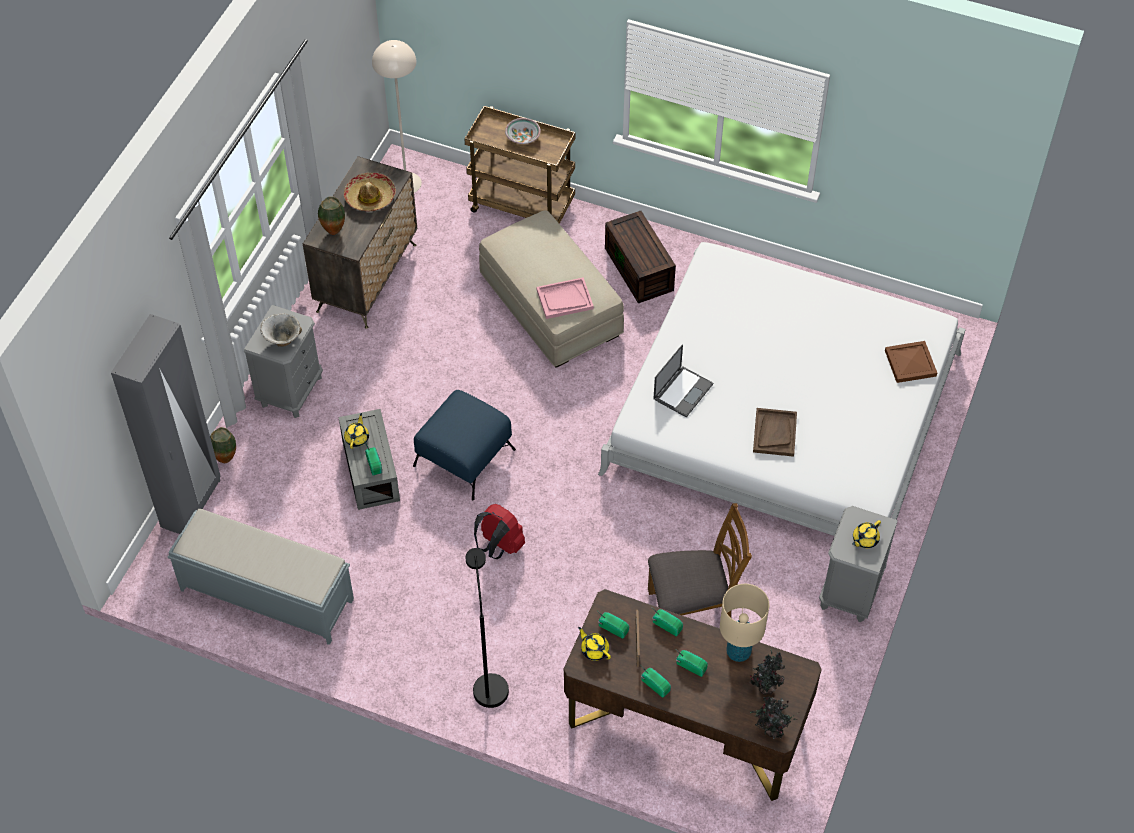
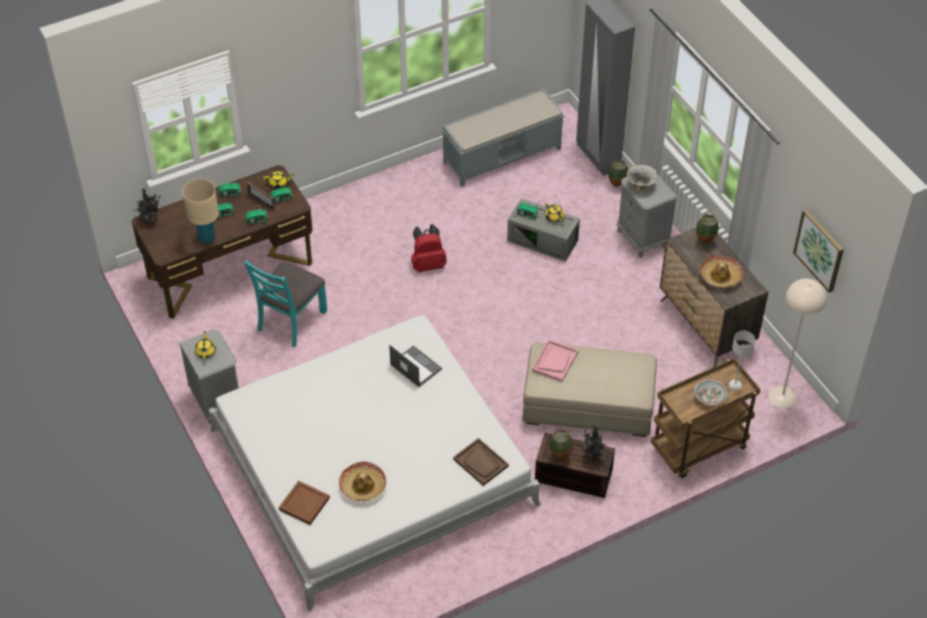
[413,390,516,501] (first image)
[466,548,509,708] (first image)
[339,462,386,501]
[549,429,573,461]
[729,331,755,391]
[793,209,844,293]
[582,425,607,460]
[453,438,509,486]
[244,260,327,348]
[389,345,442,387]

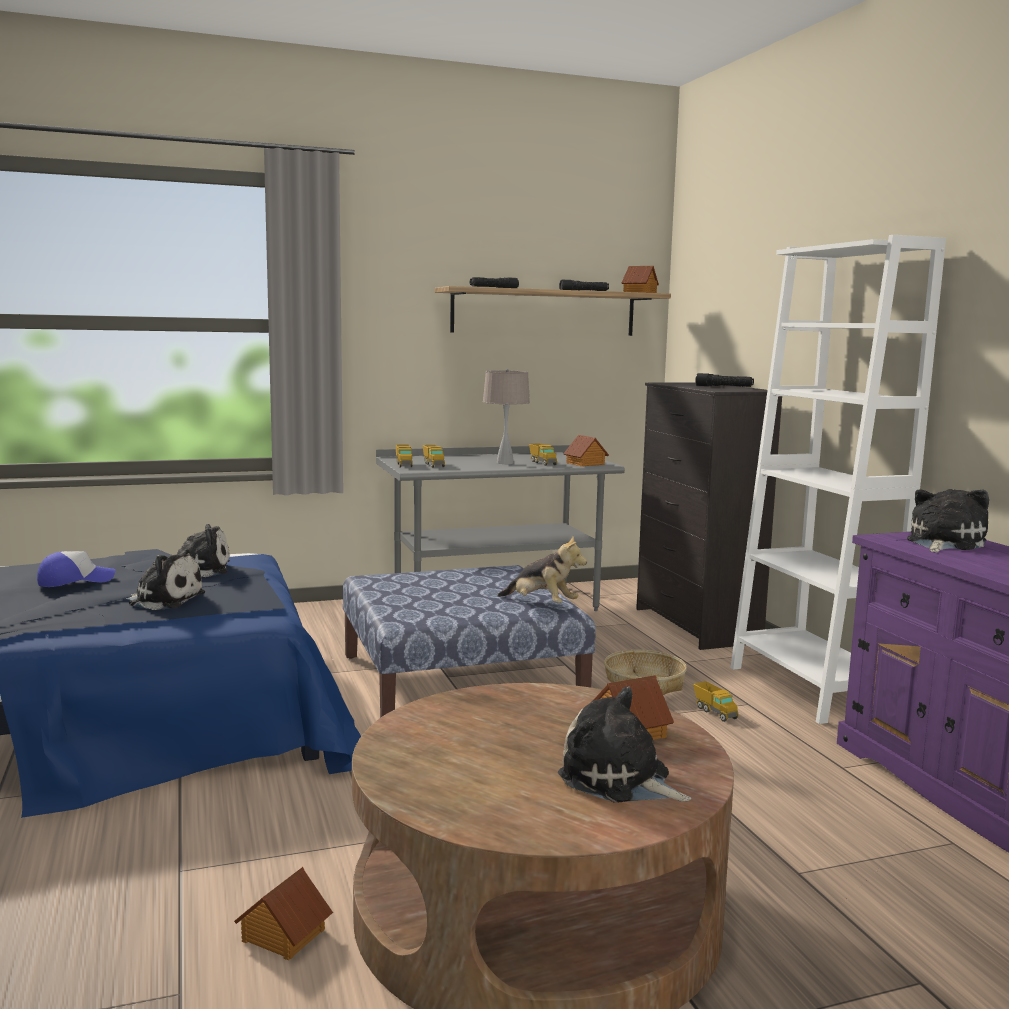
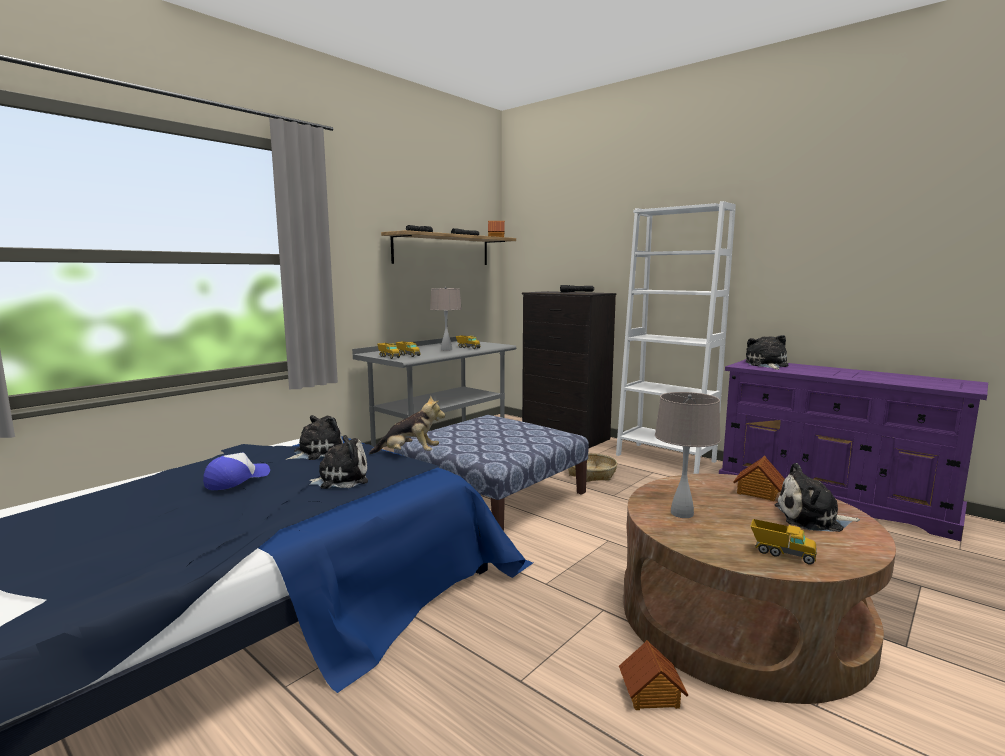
[563,435,609,467] (first image)
[655,392,721,518]
[369,396,445,455]
[751,519,817,565]

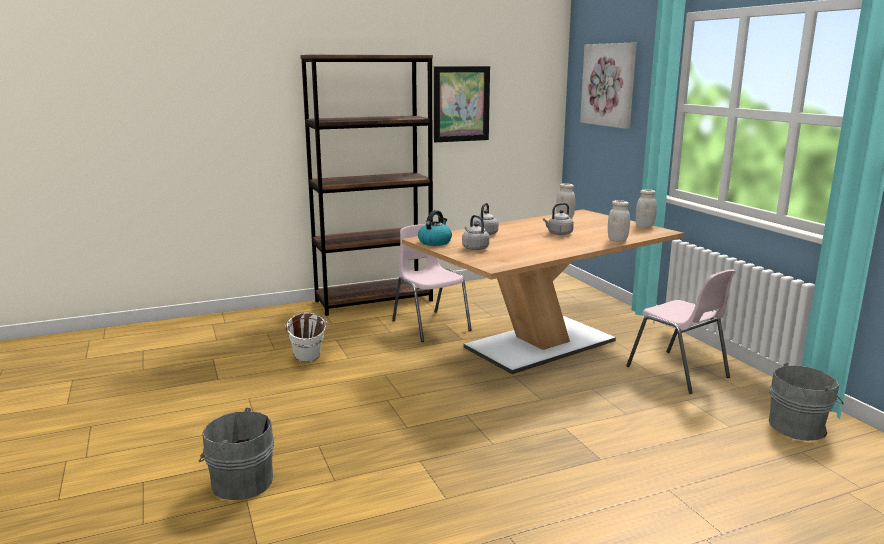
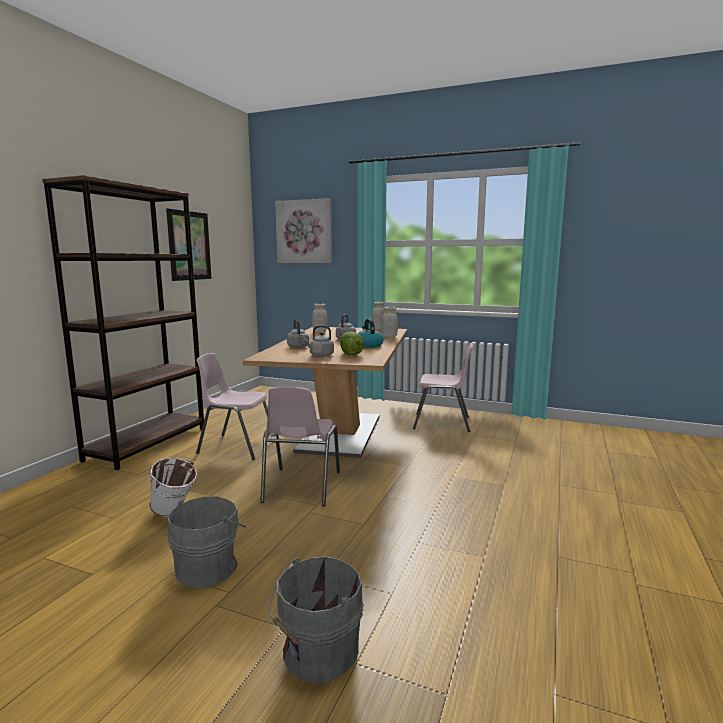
[260,387,340,507]
[340,332,364,355]
[358,319,384,348]
[167,496,246,588]

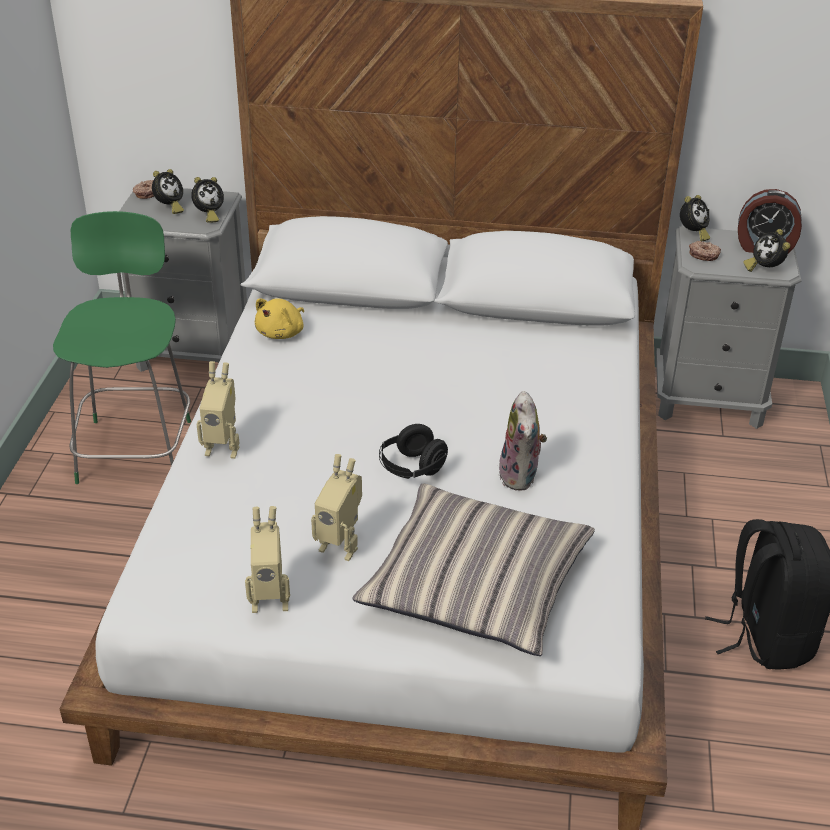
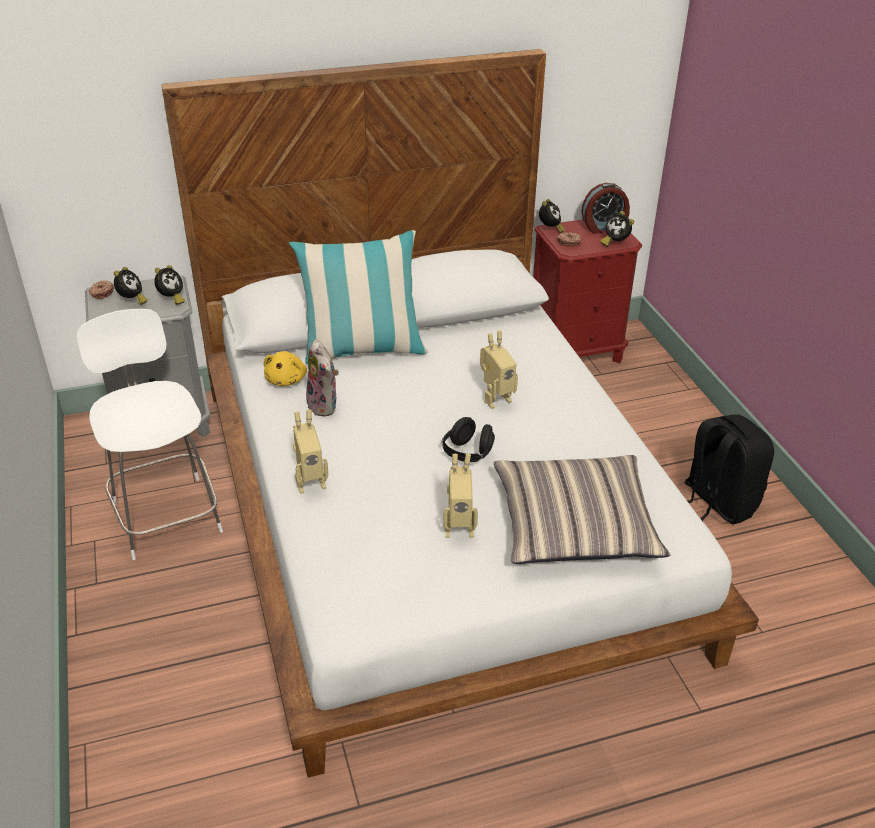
[289,230,428,364]
[480,330,518,409]
[306,340,339,417]
[76,309,223,560]
[533,219,642,363]

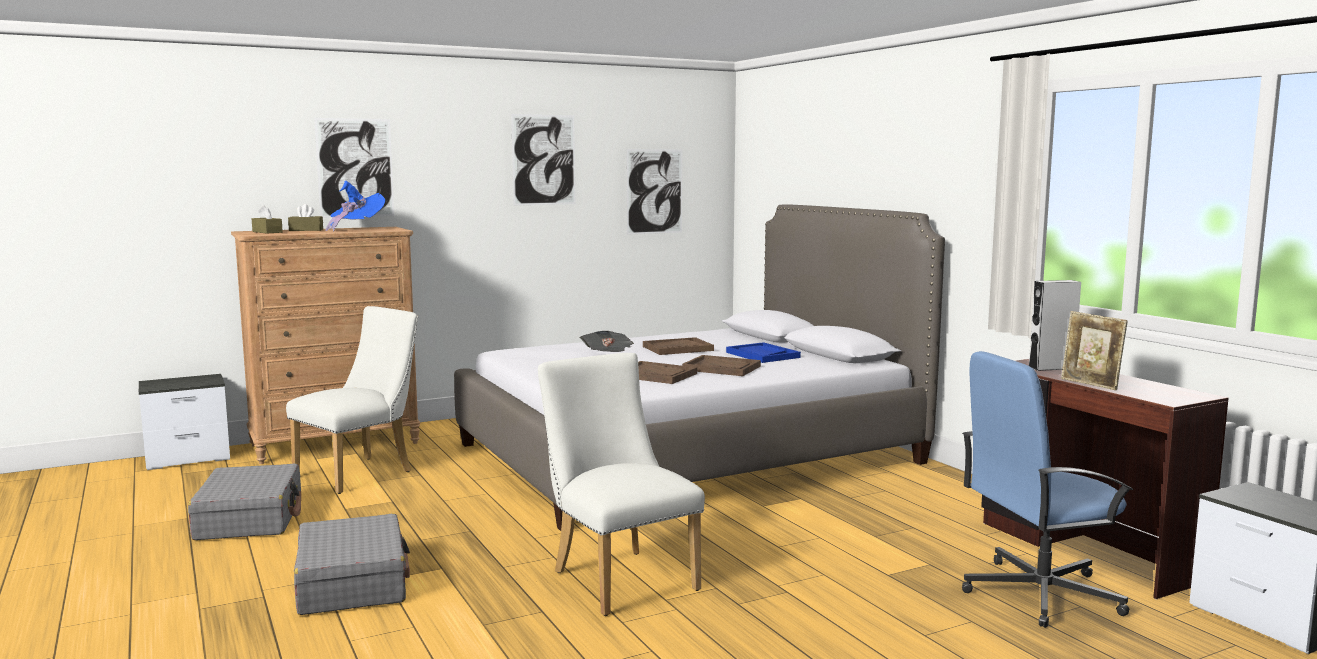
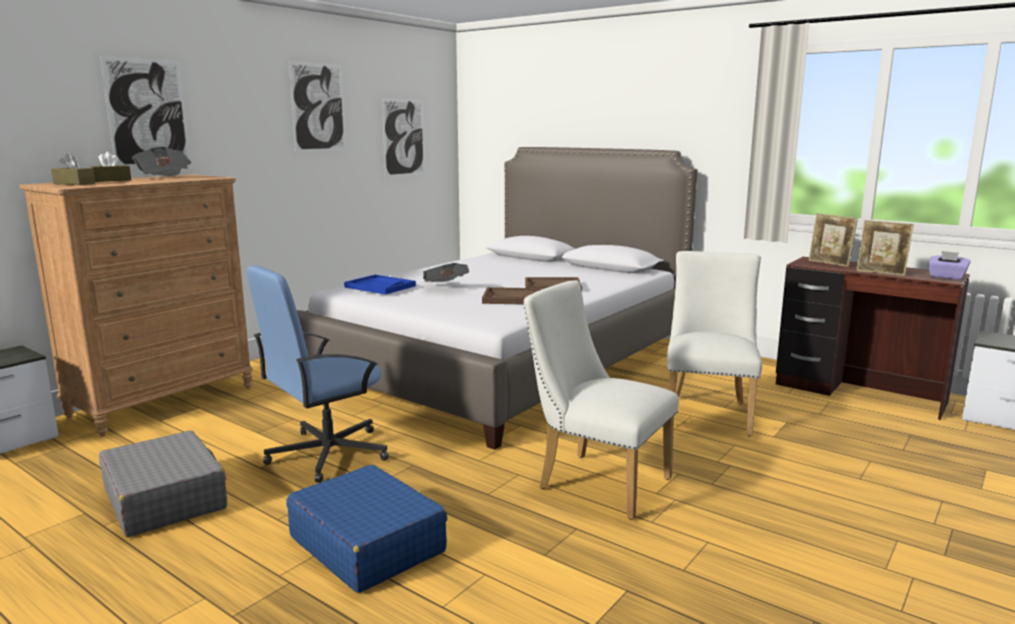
[643,337,714,355] (first image)
[928,251,971,280]
[667,251,762,436]
[344,275,416,295]
[247,265,389,483]
[132,147,191,176]
[809,213,858,267]
[286,465,447,593]

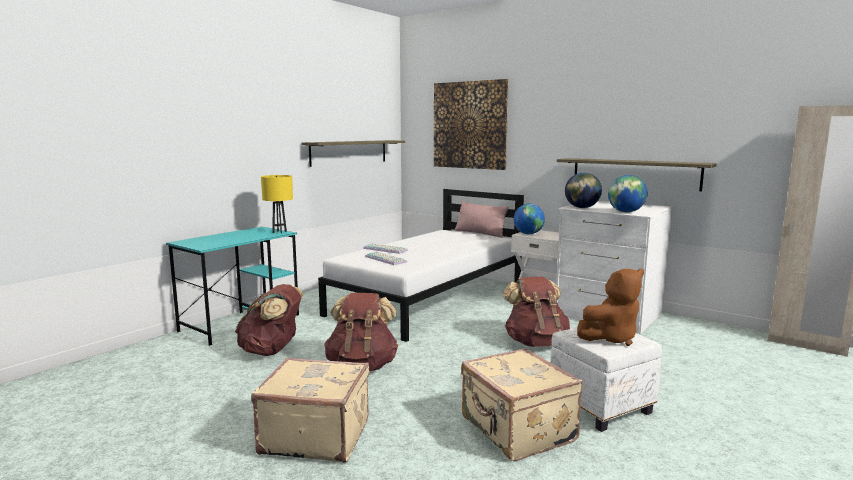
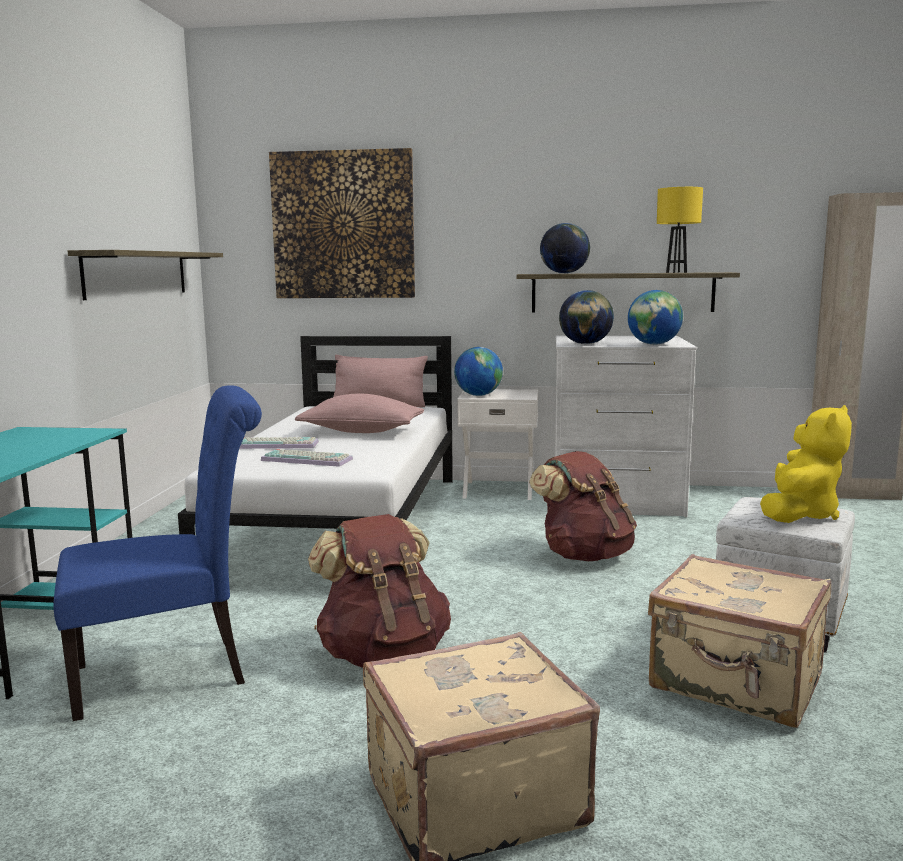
[295,394,424,433]
[540,223,590,274]
[657,187,703,273]
[53,385,262,721]
[760,405,852,523]

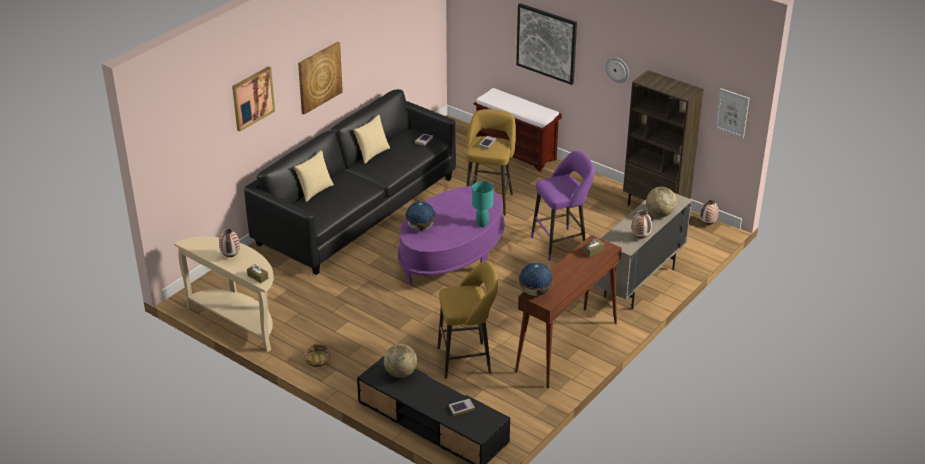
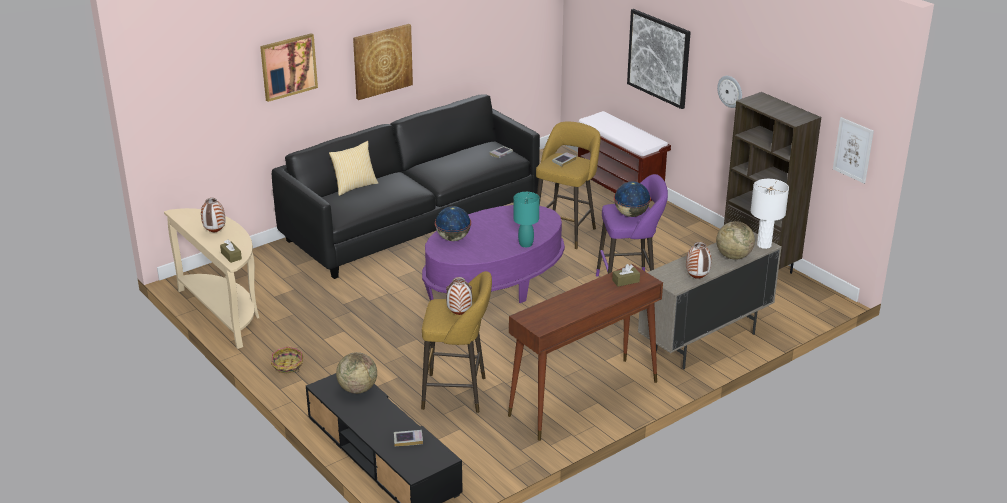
[354,115,390,164] (first image)
[751,179,789,249]
[614,182,651,217]
[446,277,472,315]

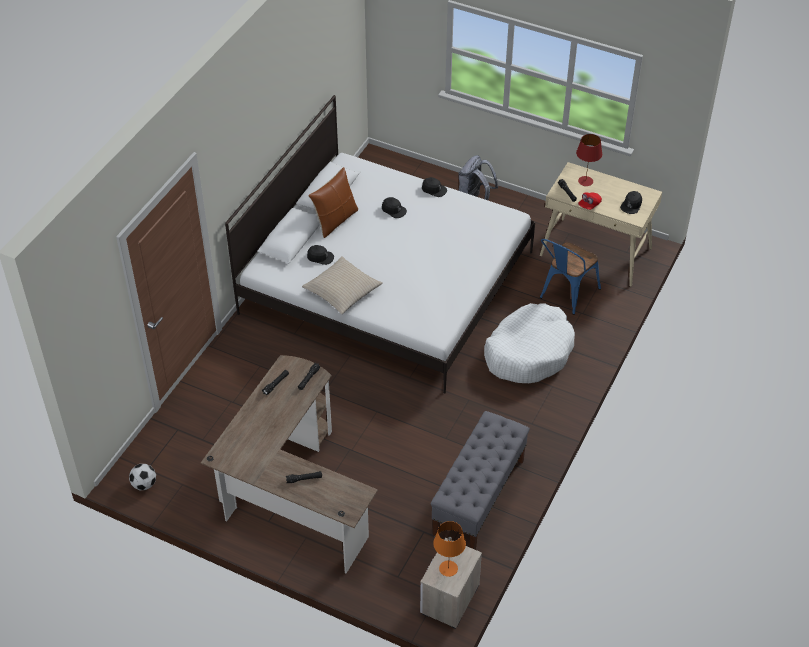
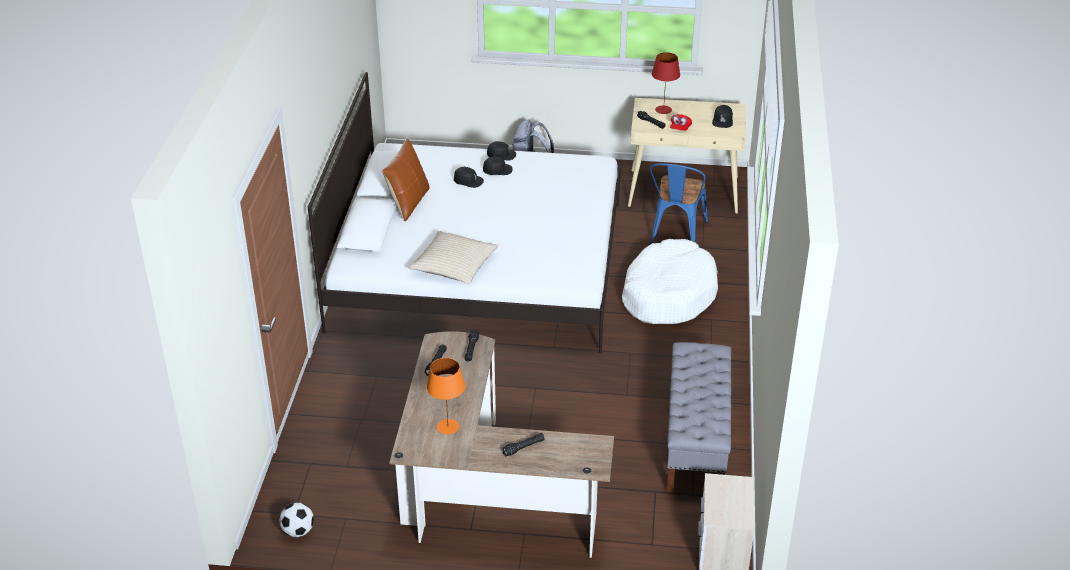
[483,157,513,175]
[426,358,465,435]

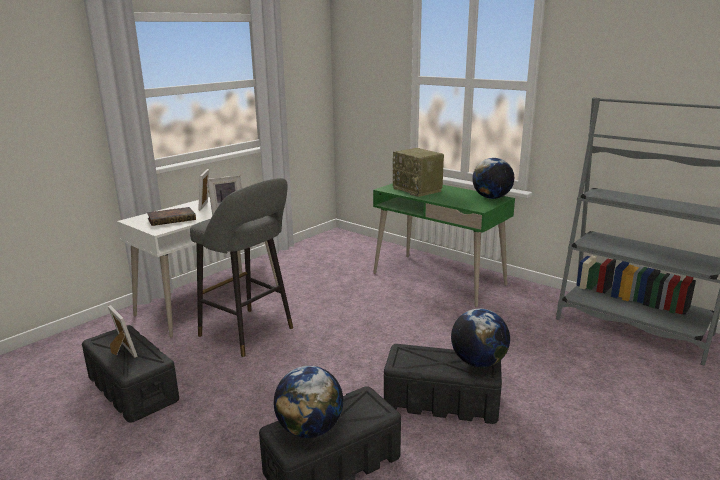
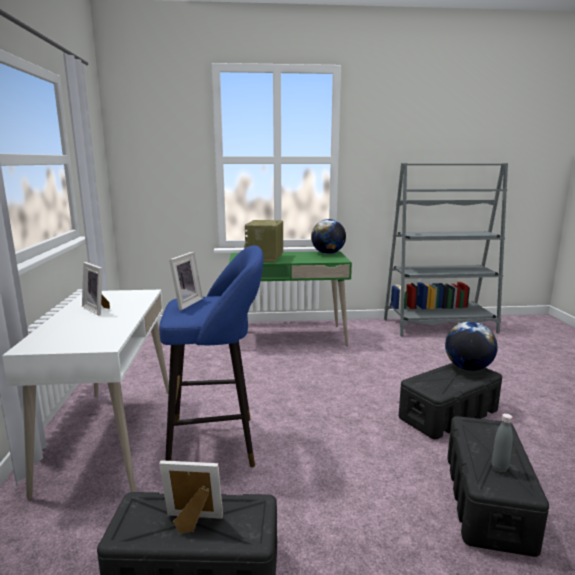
[147,207,196,226] (first image)
[492,413,513,472]
[159,245,264,467]
[244,220,283,262]

